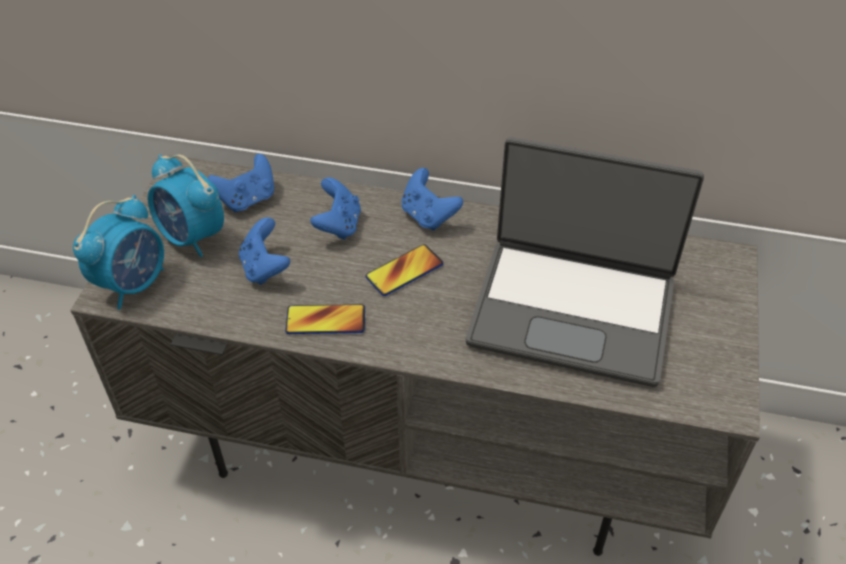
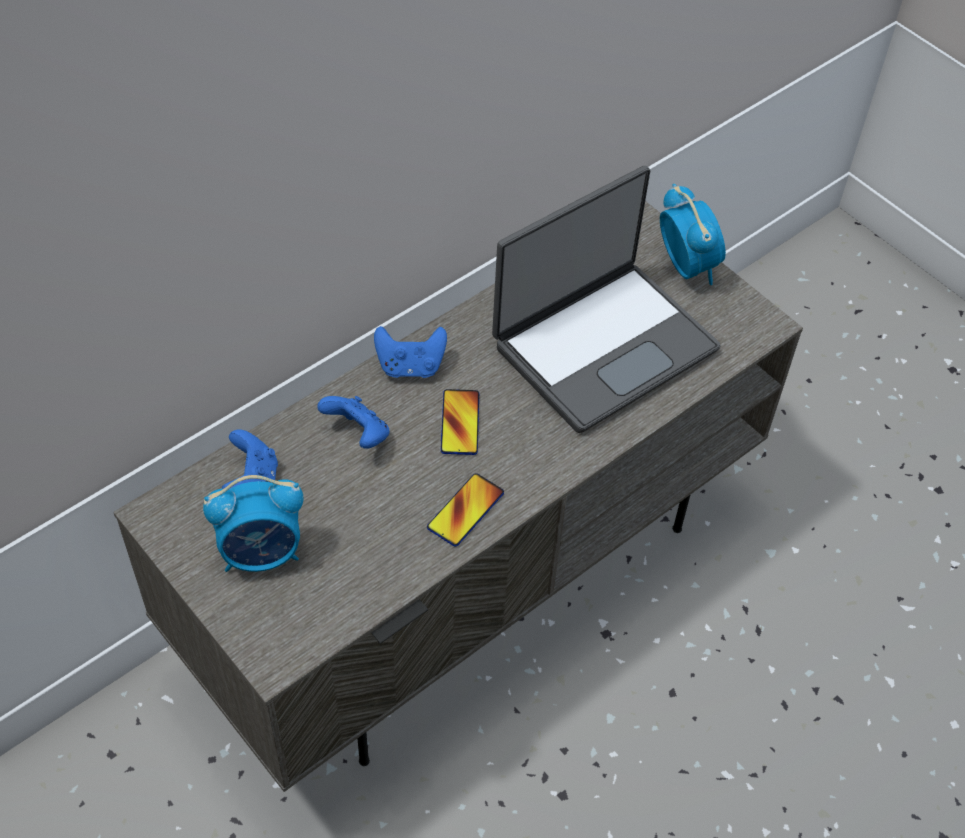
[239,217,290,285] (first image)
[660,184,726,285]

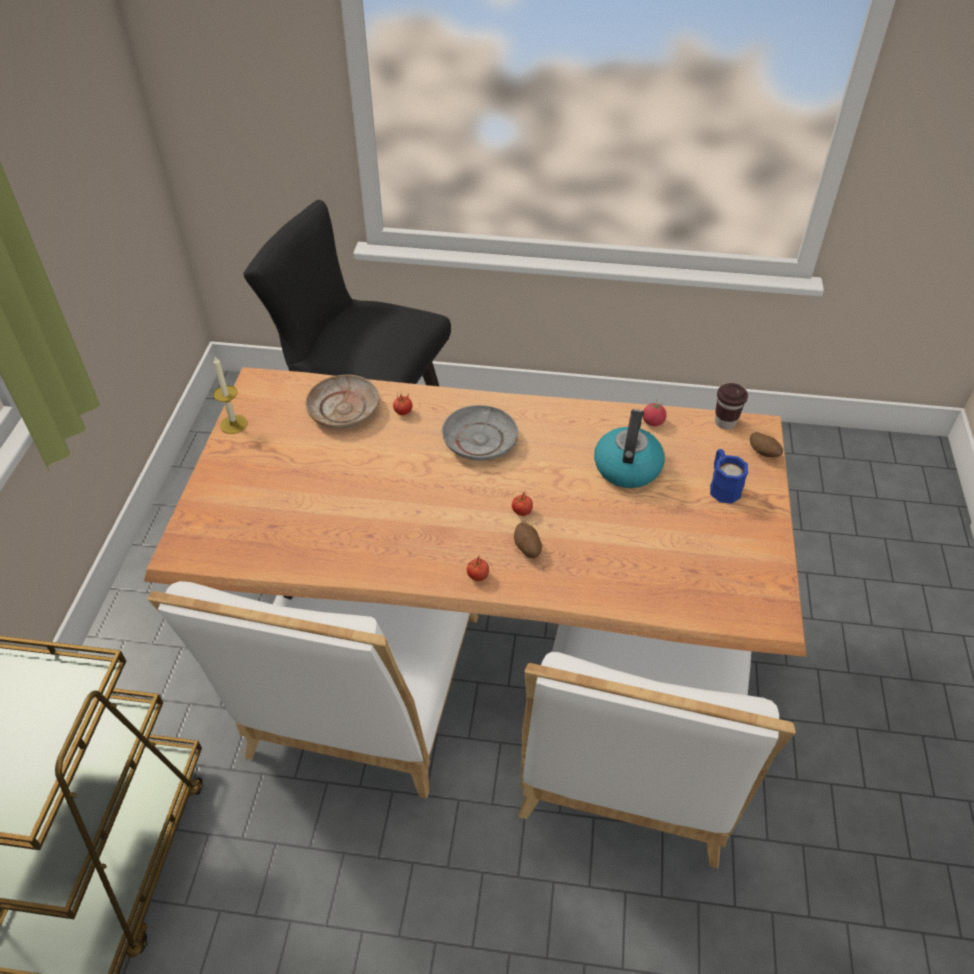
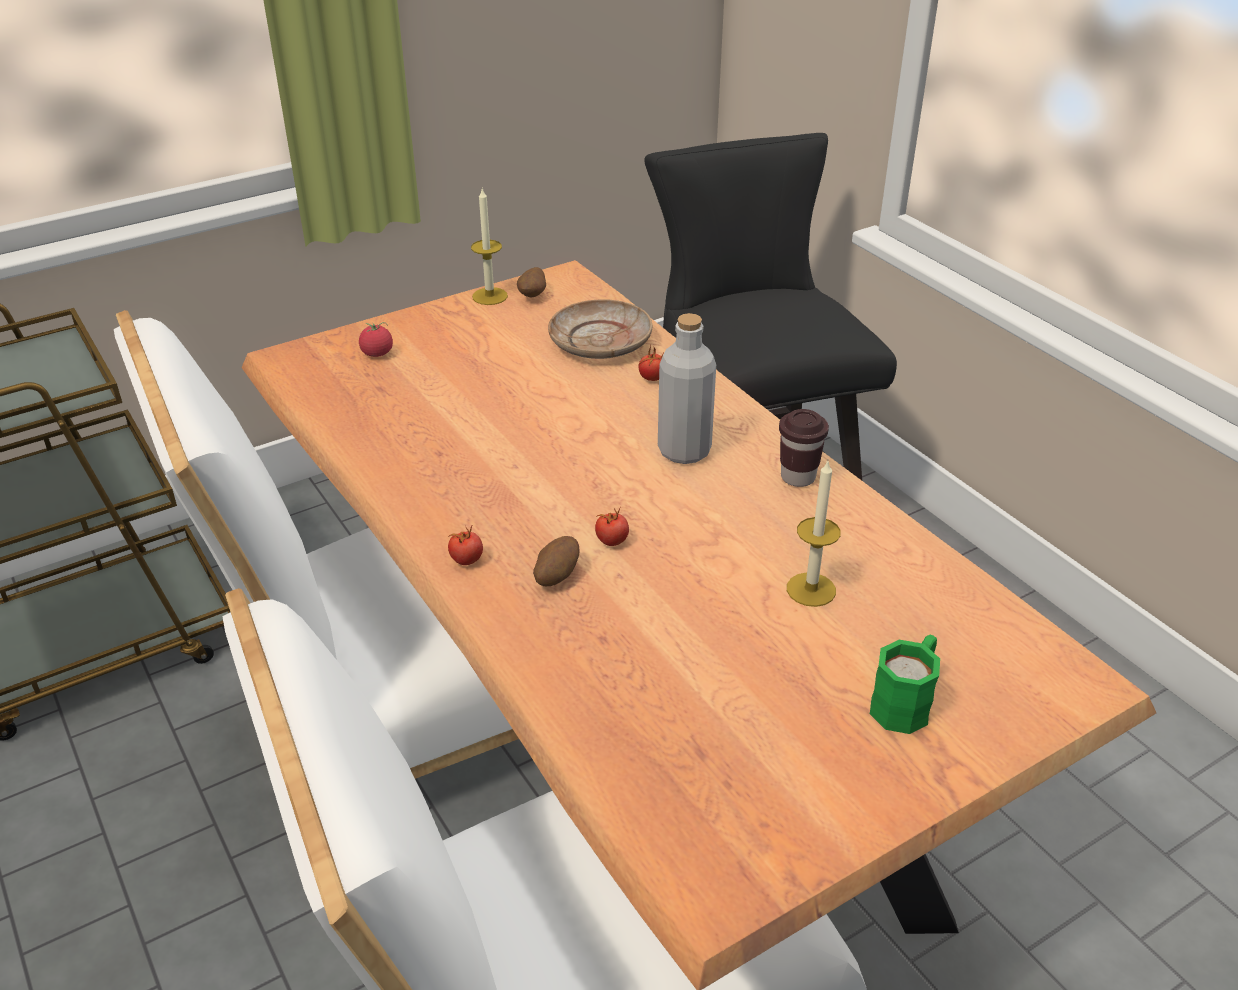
[359,322,393,357]
[779,409,829,487]
[517,267,546,298]
[658,313,716,464]
[787,461,841,607]
[870,635,940,734]

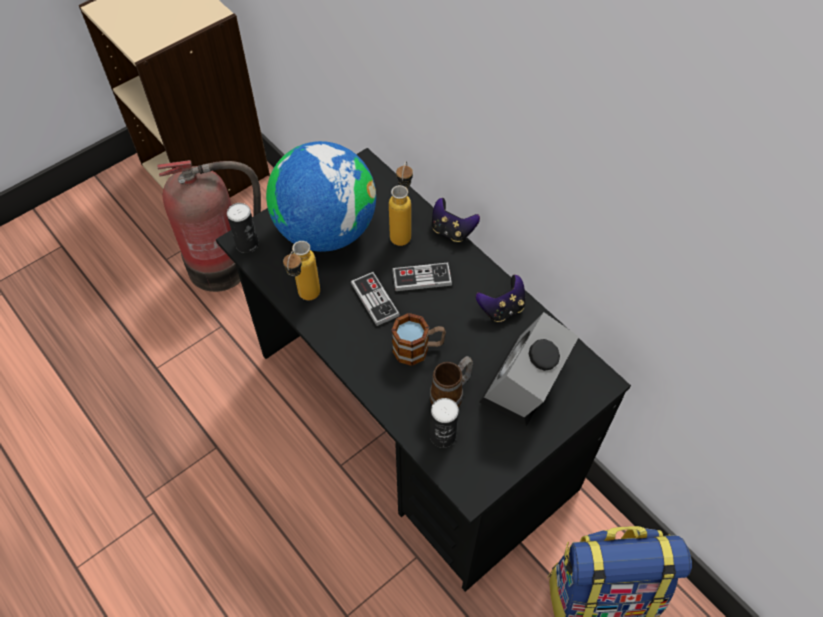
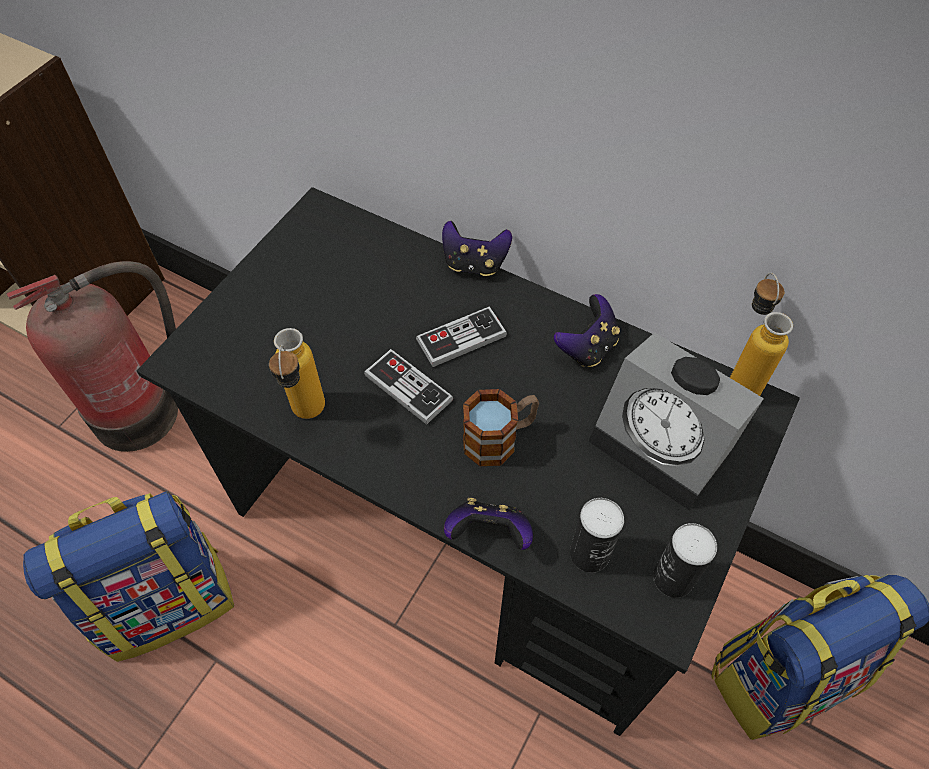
[266,141,376,252] (first image)
[430,356,473,407] (first image)
[23,491,234,662]
[444,498,533,550]
[653,523,717,598]
[730,272,793,396]
[589,333,764,510]

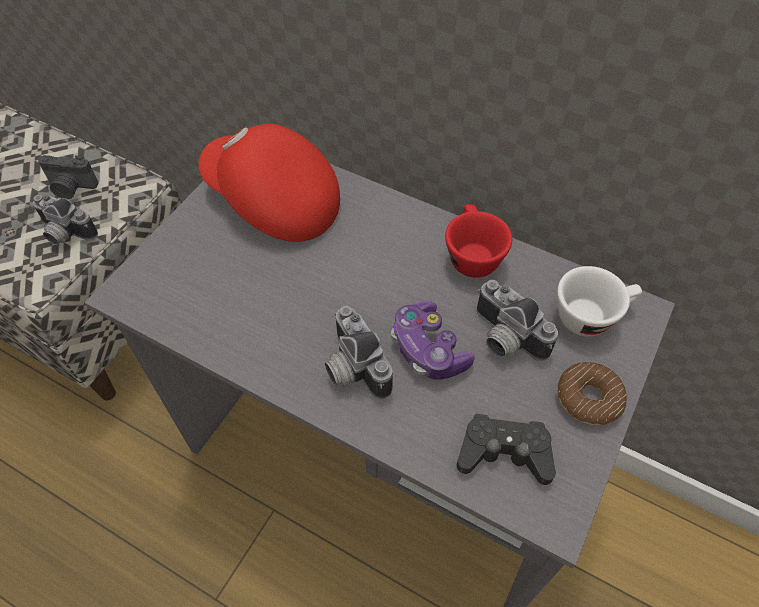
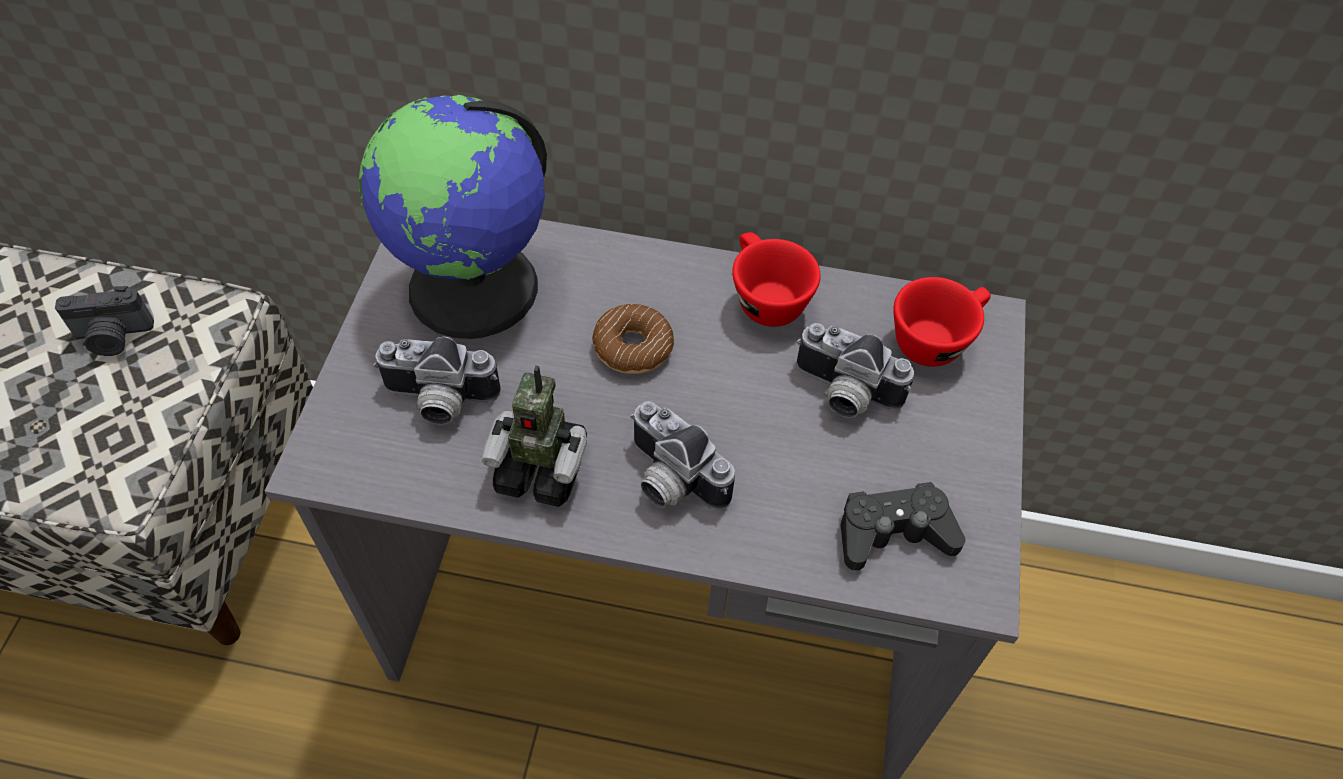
[391,300,475,380] (first image)
[482,365,587,507]
[373,336,501,424]
[592,304,674,374]
[359,95,547,339]
[893,277,991,367]

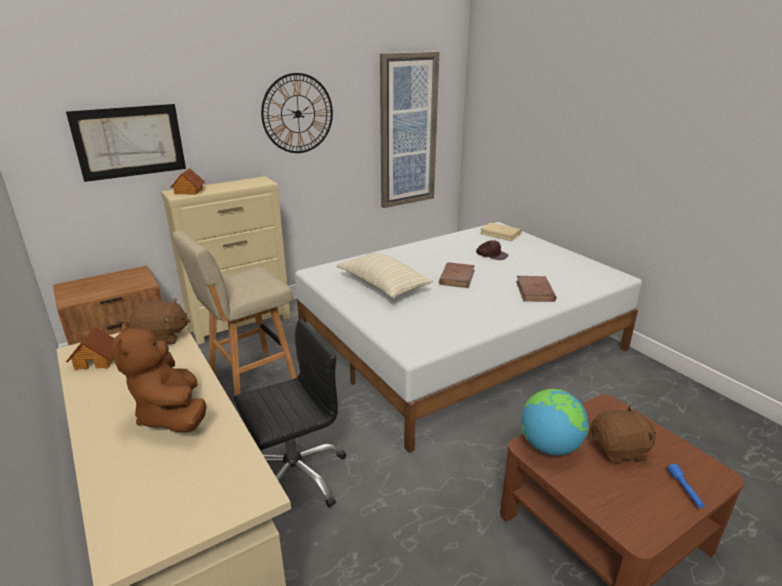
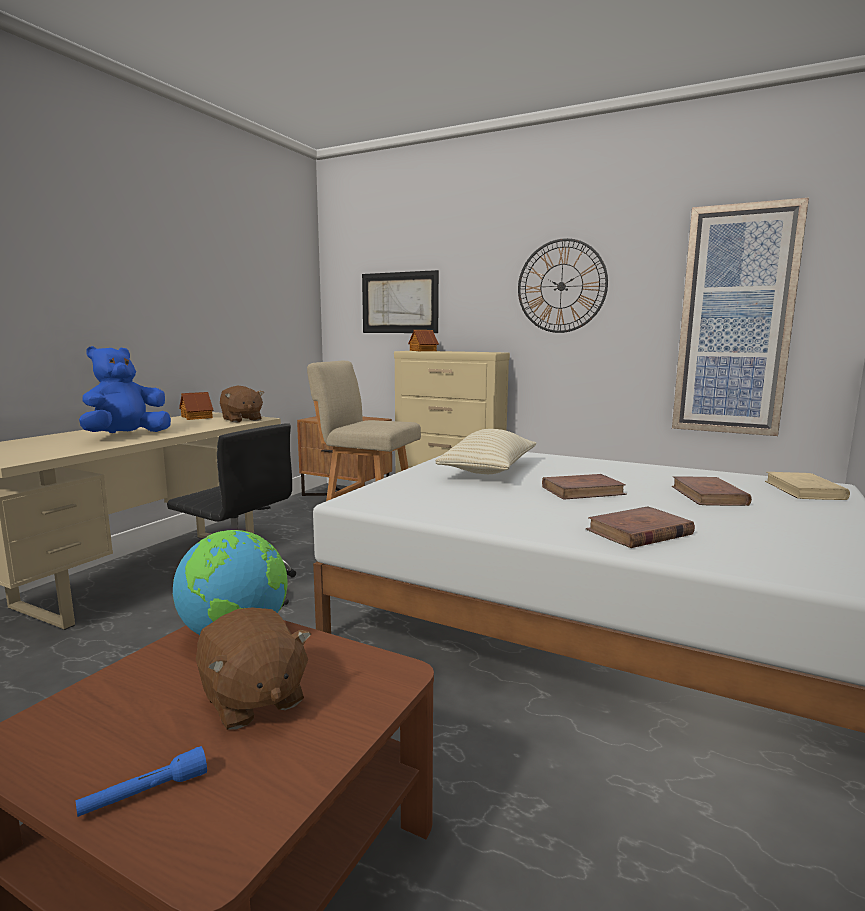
[672,476,752,506]
[79,346,171,433]

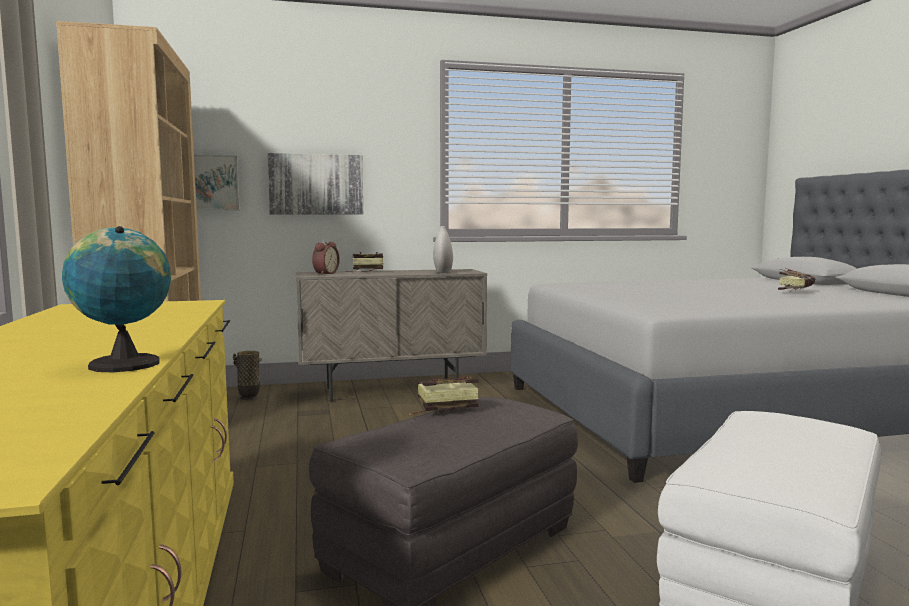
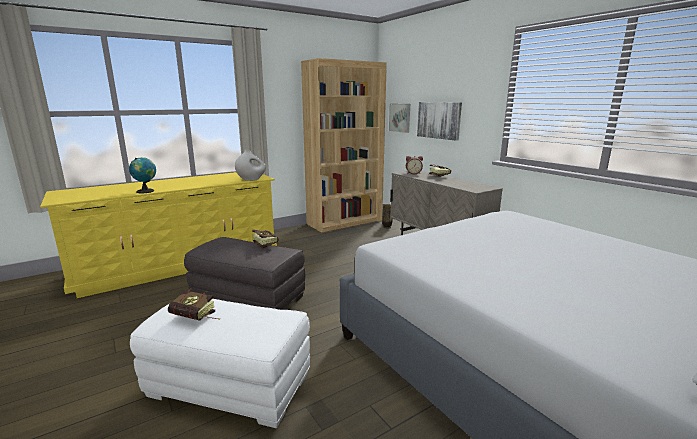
[235,150,266,181]
[168,288,220,321]

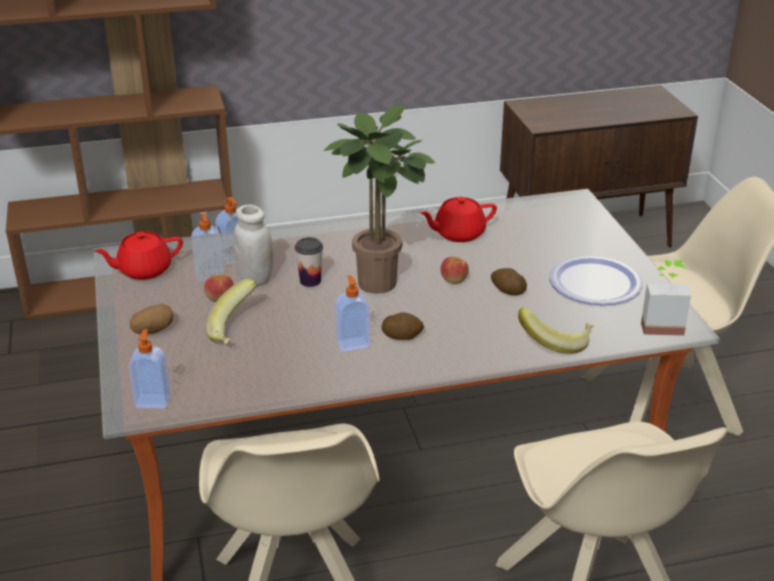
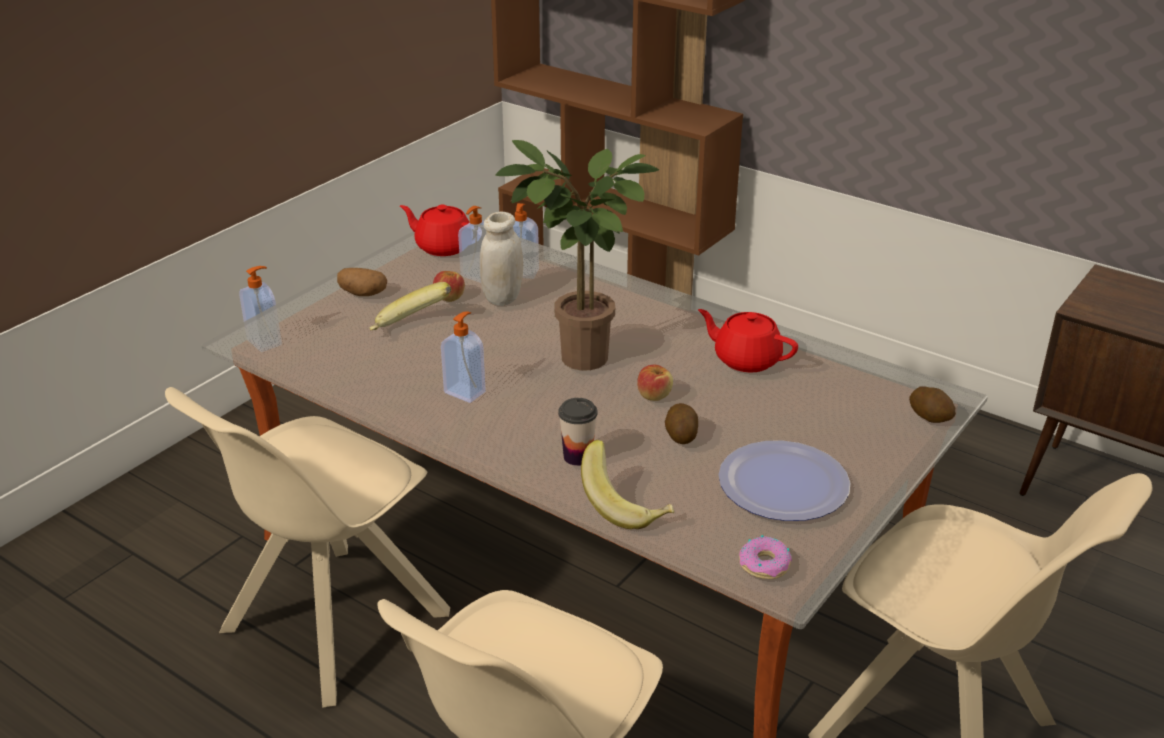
[558,398,598,466]
[909,386,956,423]
[739,535,792,579]

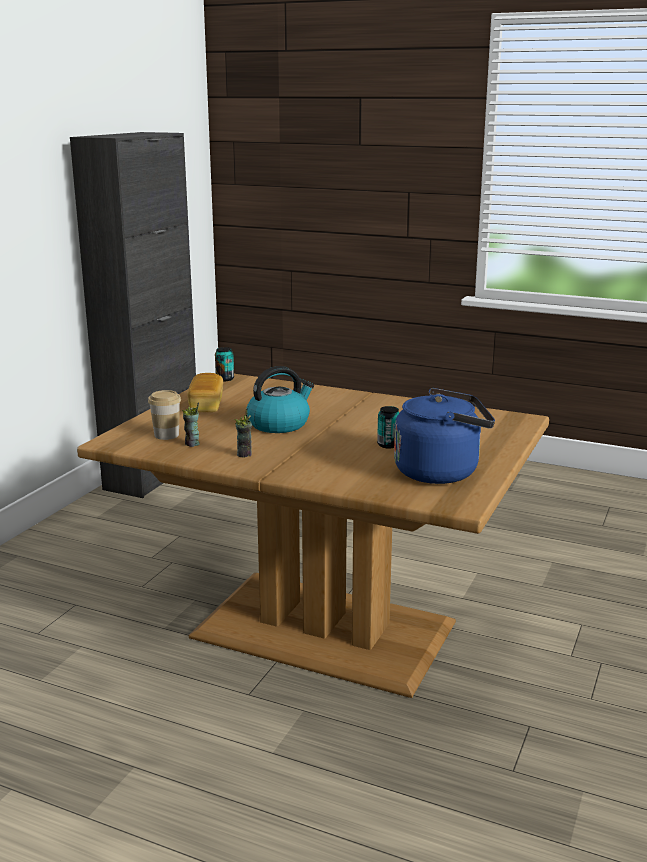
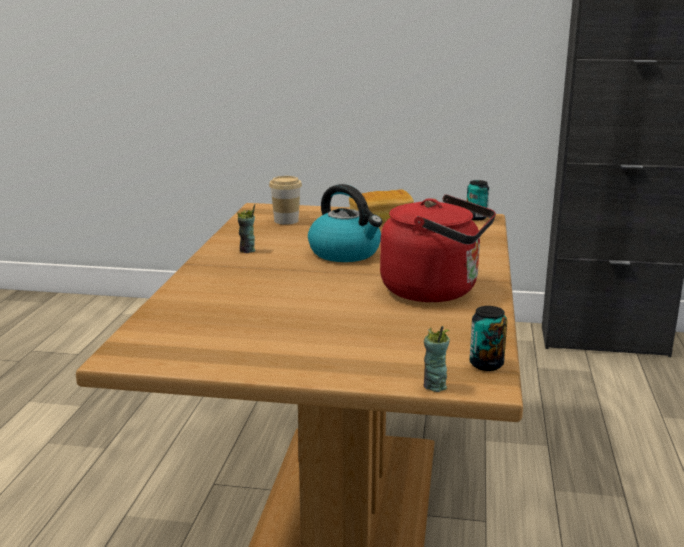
[394,388,495,484] (first image)
[380,195,496,302]
[424,326,450,392]
[470,306,507,371]

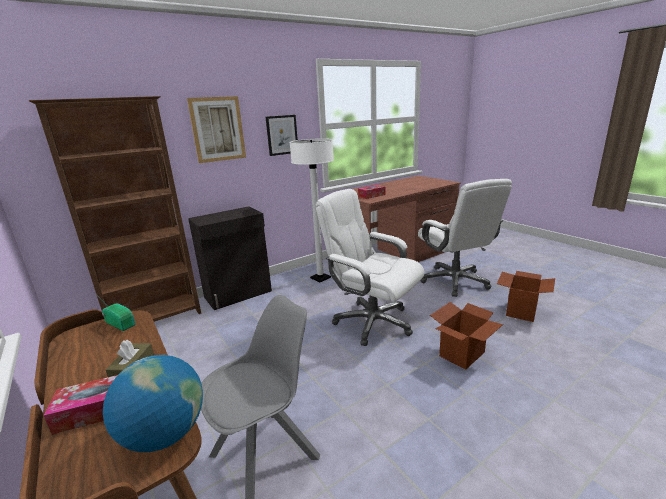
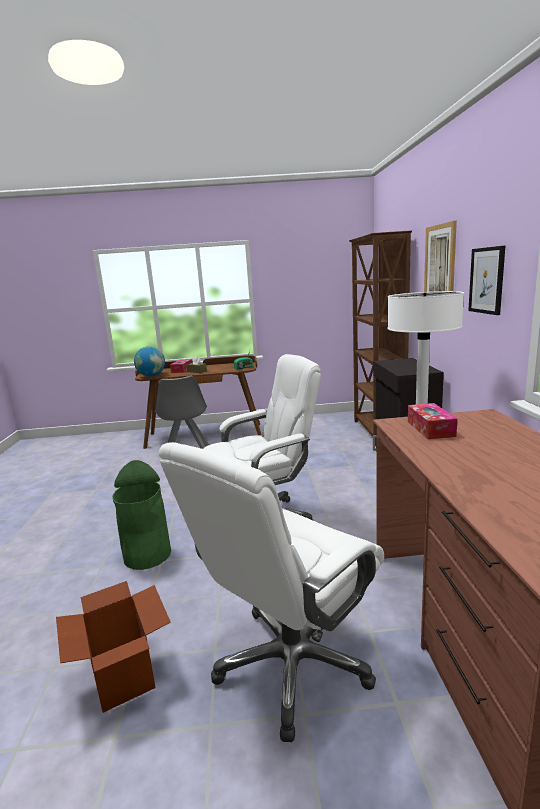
[112,460,171,570]
[159,442,384,742]

